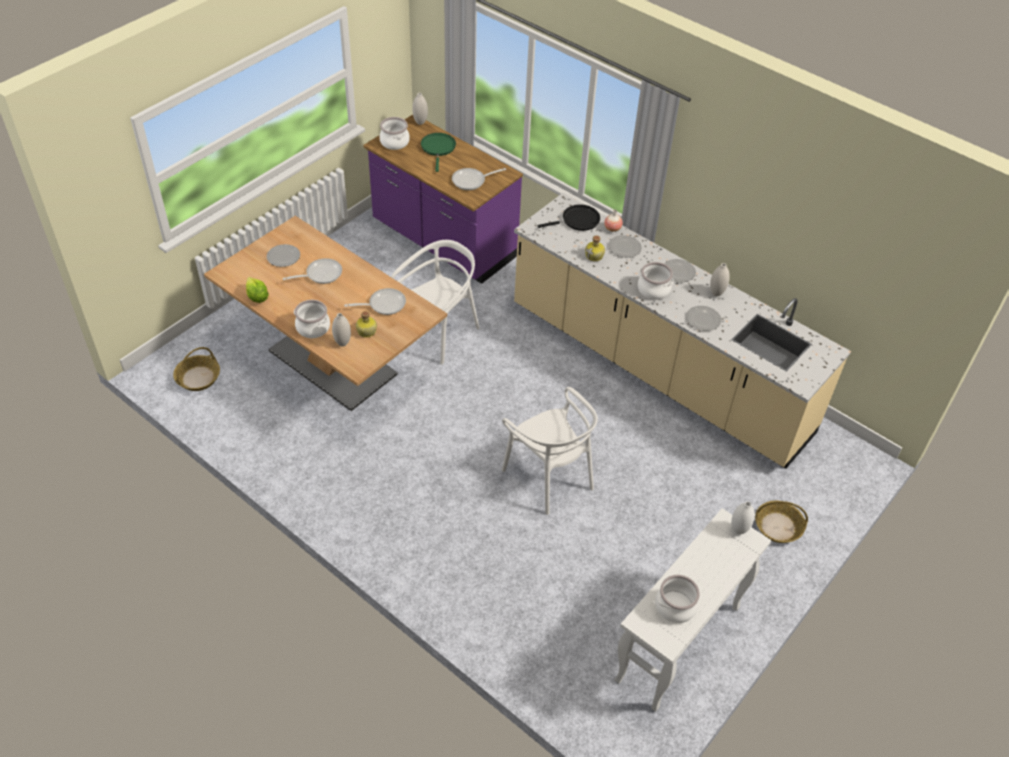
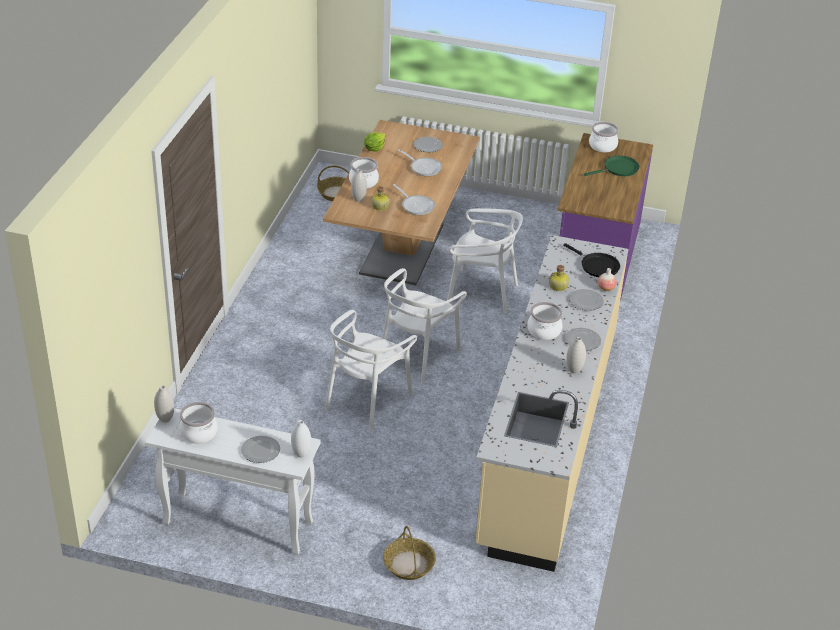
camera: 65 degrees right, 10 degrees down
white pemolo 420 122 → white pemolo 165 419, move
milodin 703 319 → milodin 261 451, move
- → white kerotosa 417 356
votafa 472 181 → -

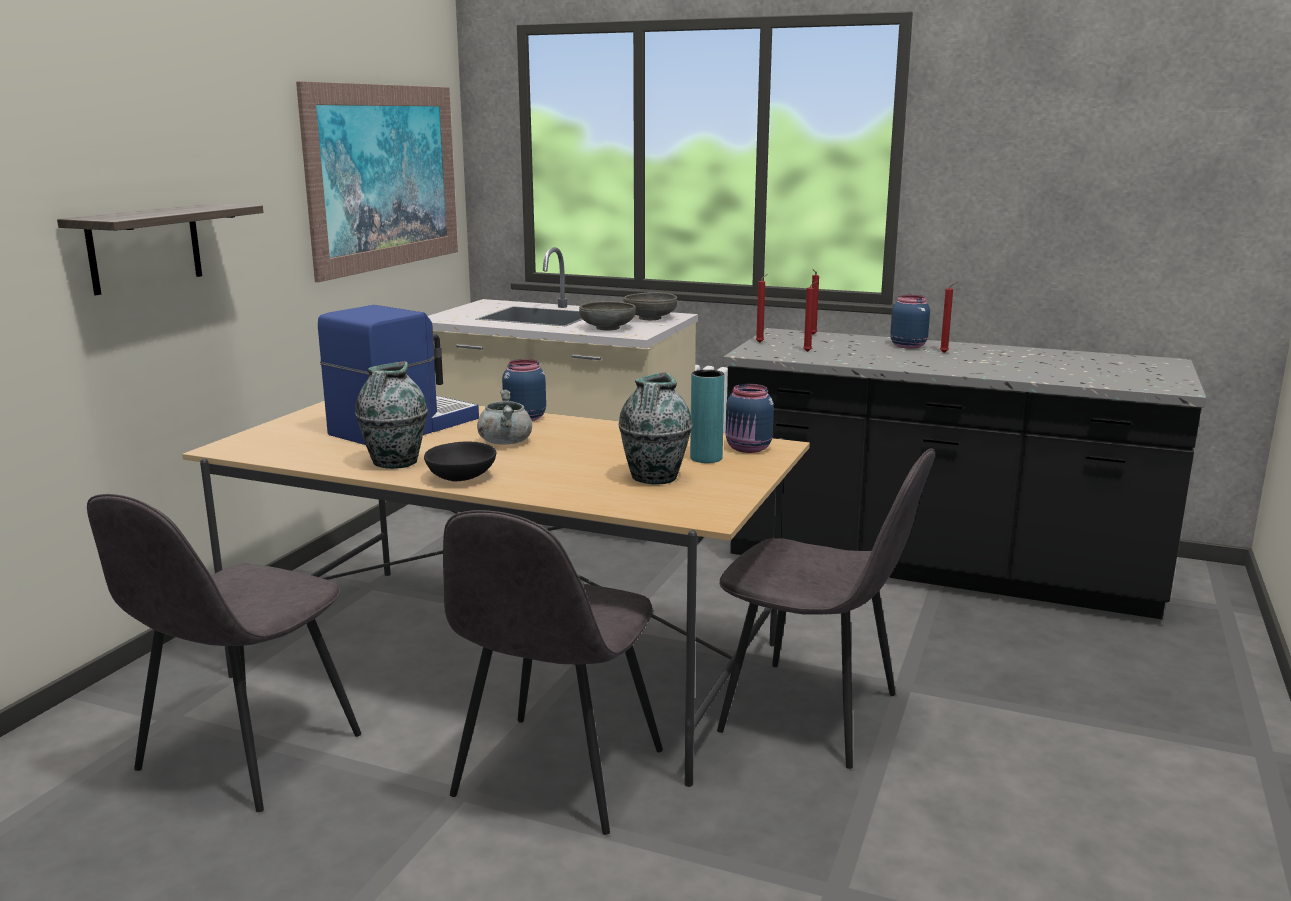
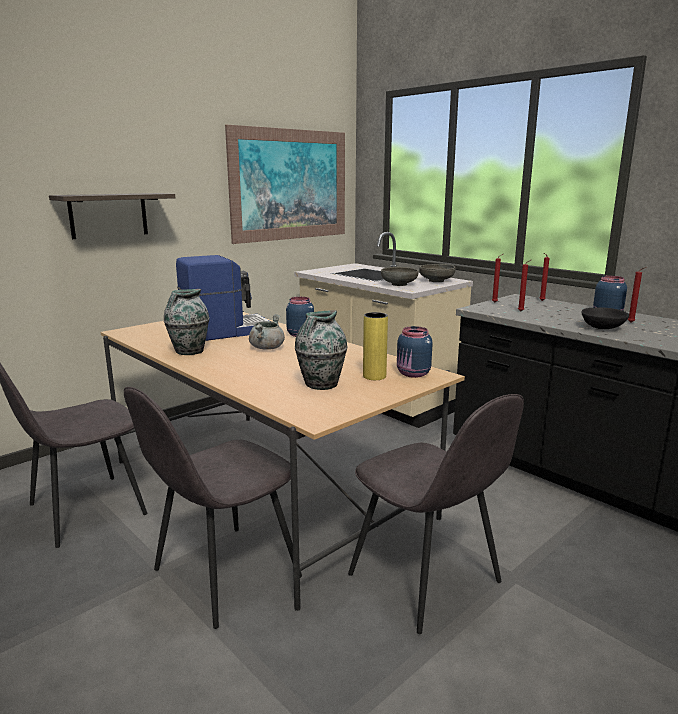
camera: 25 degrees right, 0 degrees up
turquoise pemolo 706 458 → yellow pemolo 374 376
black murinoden 462 478 → black murinoden 603 328, move

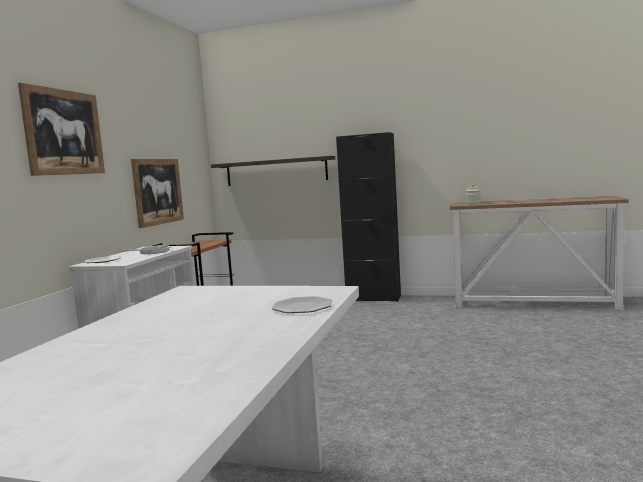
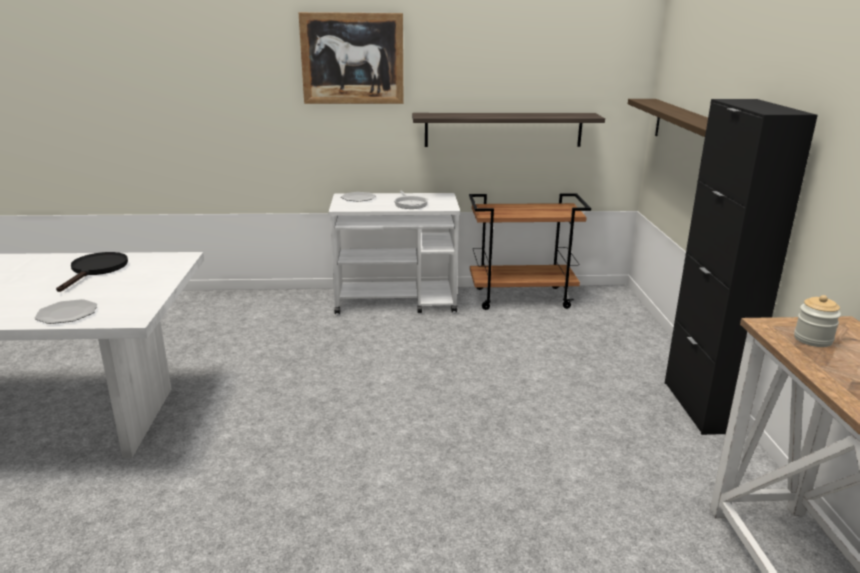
camera: 70 degrees right, 15 degrees up
- → black votafa 96 270
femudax 158 191 → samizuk 503 129

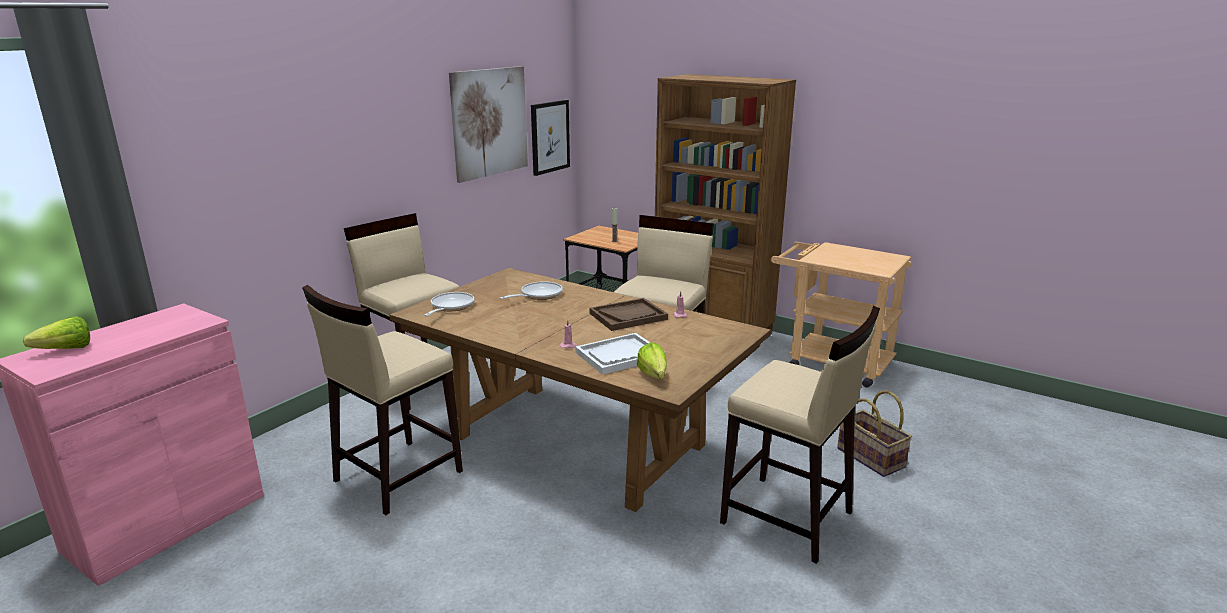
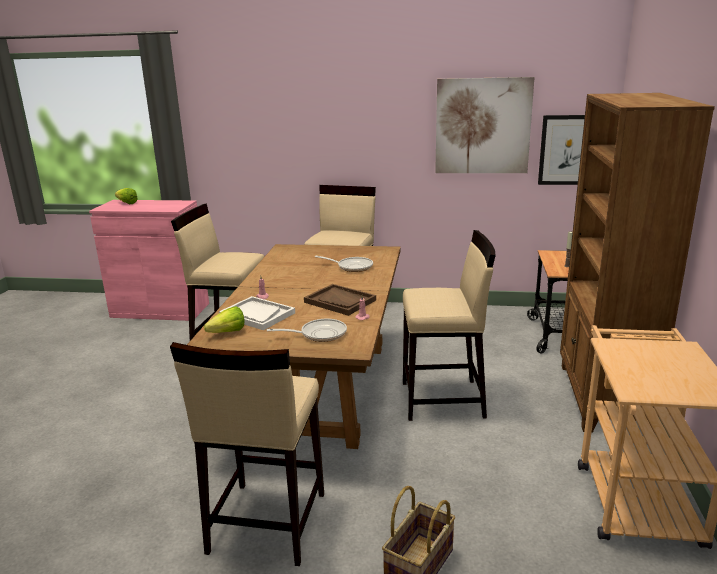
camera: 65 degrees right, 0 degrees up
votafa 450 307 → votafa 319 334, move

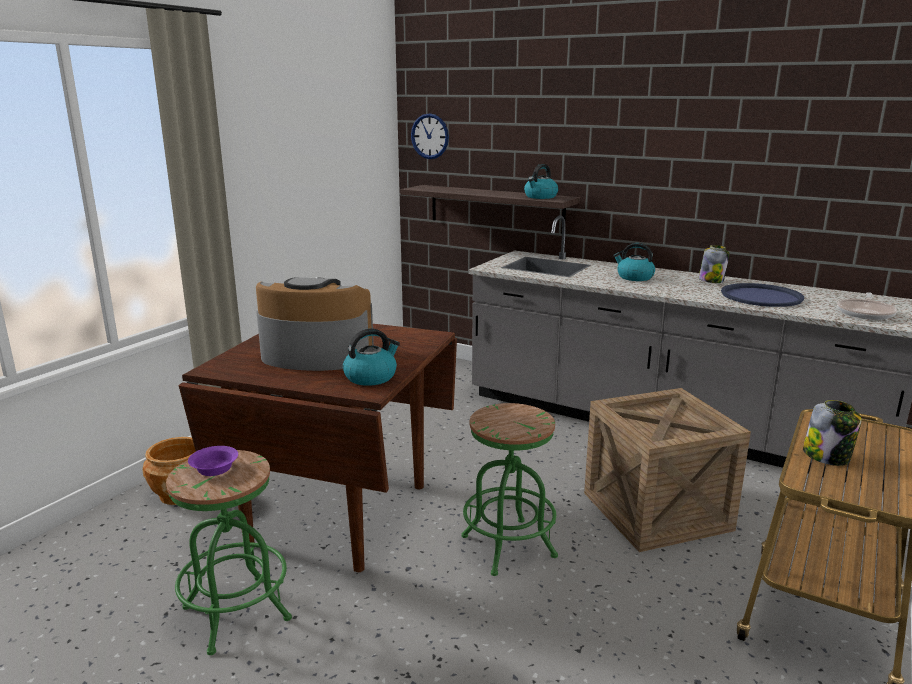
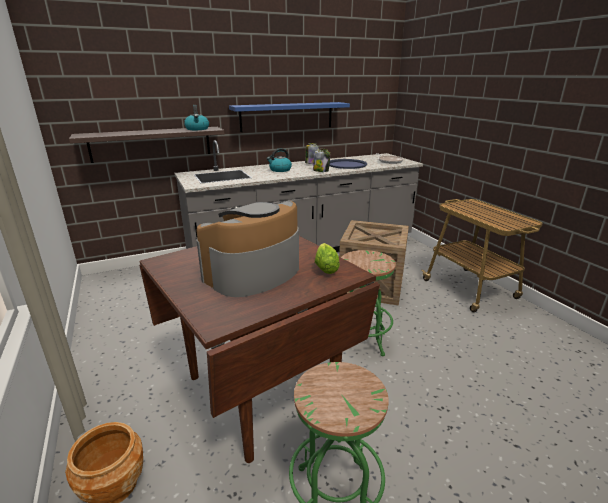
camera: 55 degrees left, 5 degrees up
- → blue samizuk 287 116
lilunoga 827 456 → lilunoga 321 170, move
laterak 371 377 → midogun 326 266
purple murinoden 214 469 → -
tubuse 430 136 → -

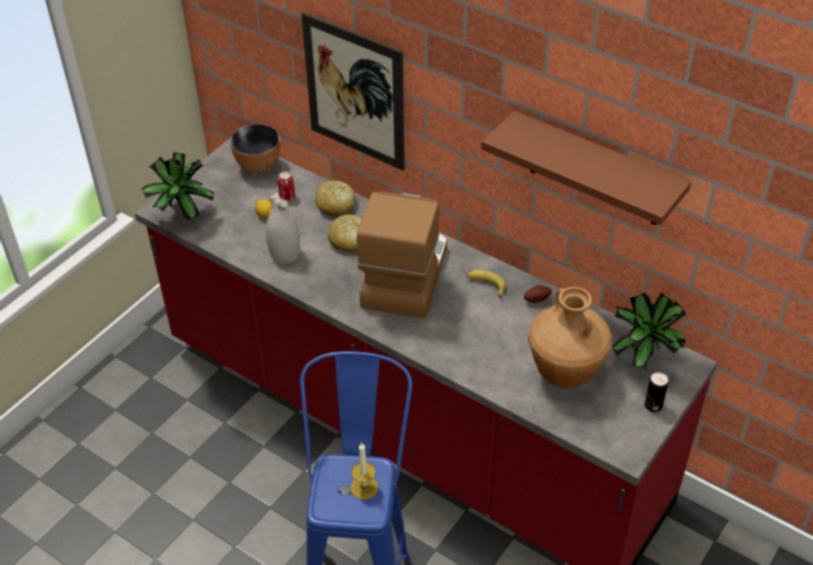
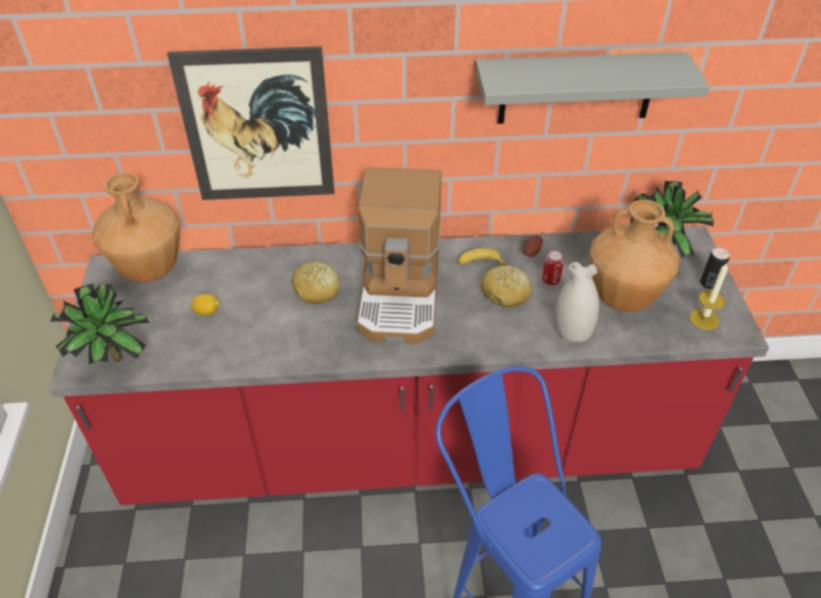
camera: 40 degrees left, 0 degrees up
murinoden 258 166 → brown pemolo 150 270
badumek 403 275 → badumek 401 294, 150 degrees counterclockwise
brown samizuk 595 171 → grey samizuk 576 88
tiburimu 335 205 → tiburimu 505 293, move
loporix 287 196 → loporix 550 280, move
white pemolo 285 254 → white pemolo 572 330, move
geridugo 364 487 → geridugo 704 319, move

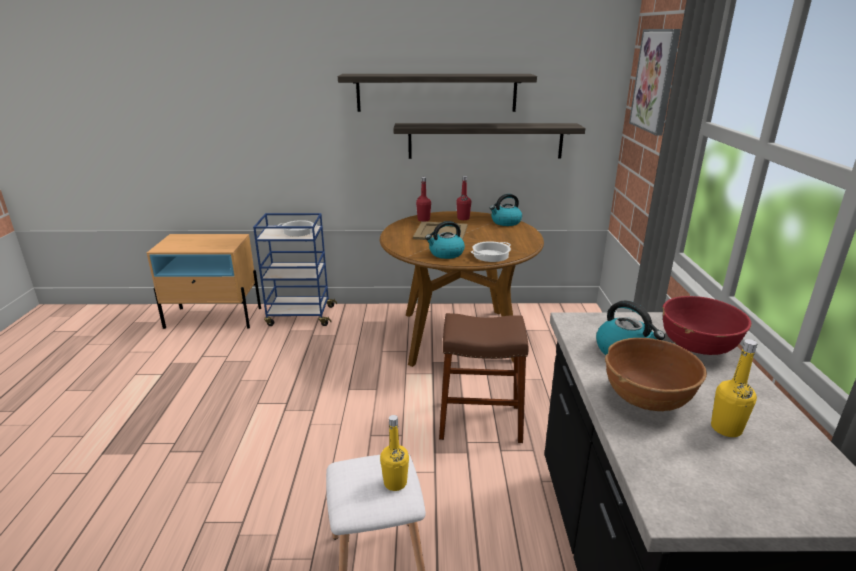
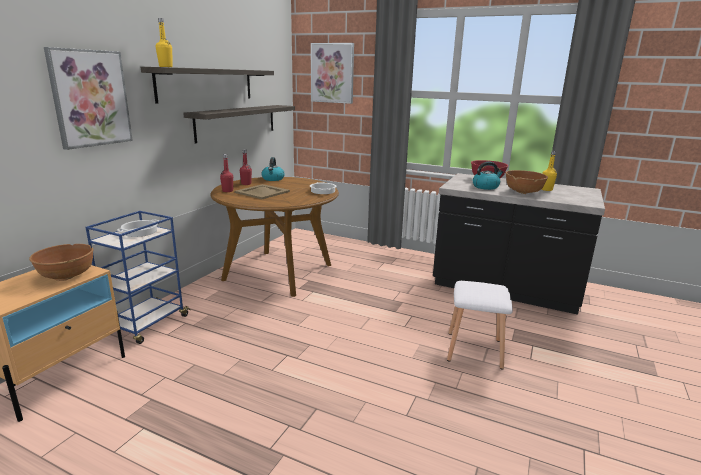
camera: 65 degrees left, 5 degrees down
- → brown murinoden 67 275
- → femudax 90 98
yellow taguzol 395 483 → yellow taguzol 166 67, move
laterak 446 254 → -
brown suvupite 480 422 → -

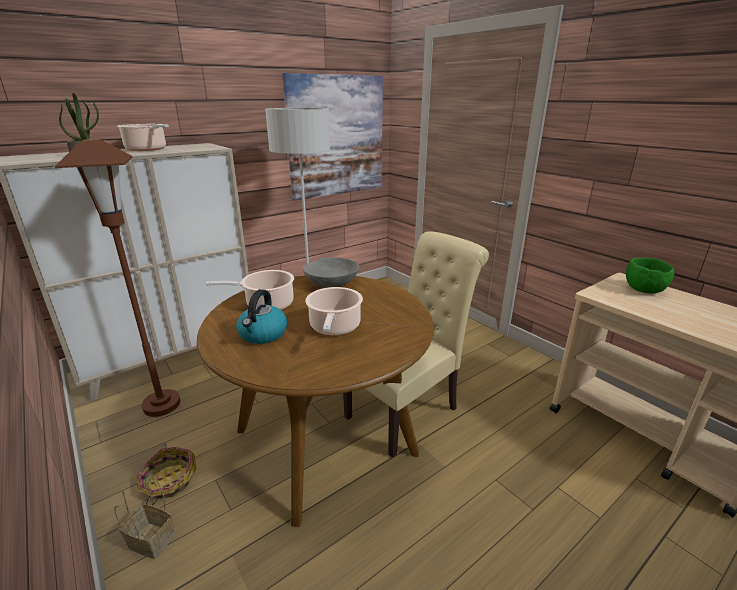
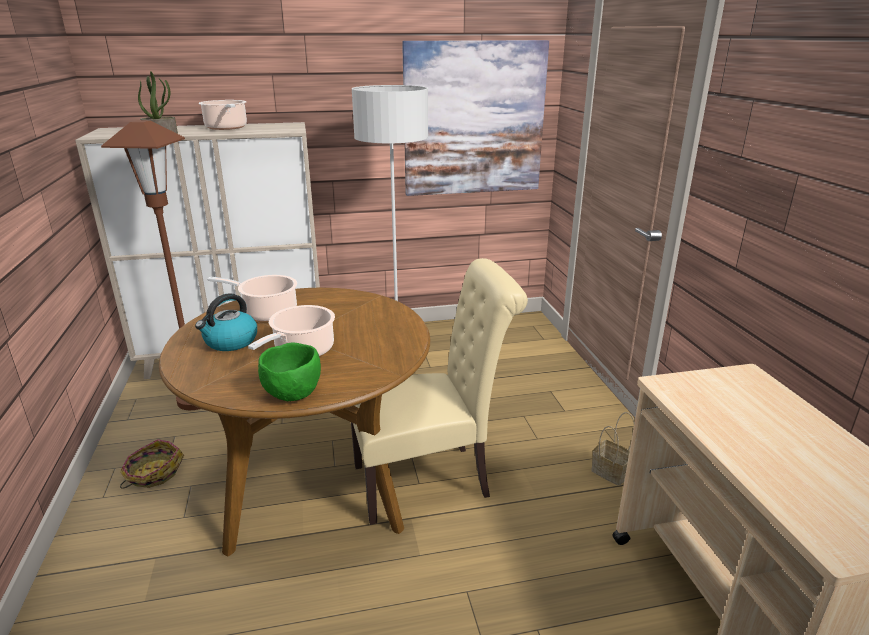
camera: 25 degrees right, 0 degrees up
green murinoden 642 290 → green murinoden 292 392, move
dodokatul 153 540 → dodokatul 612 472, move
grey murinoden 332 283 → -

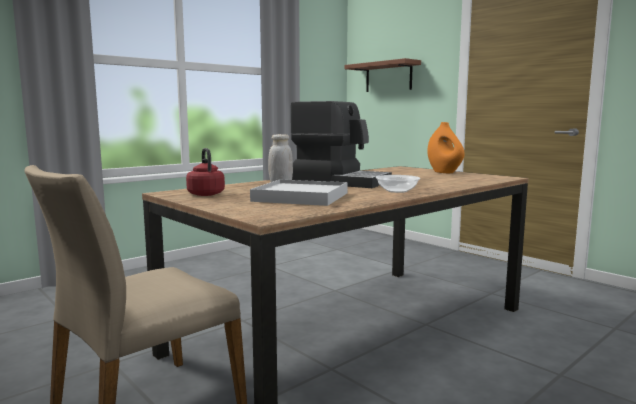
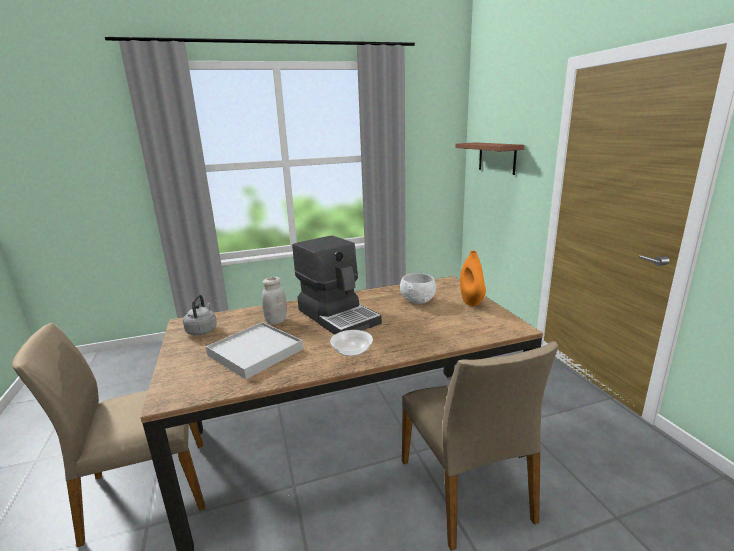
camera: 25 degrees right, 10 degrees up
red laterak 205 194 → grey laterak 202 330
- → white murinoden 418 301
- → beige kerotosa 467 490

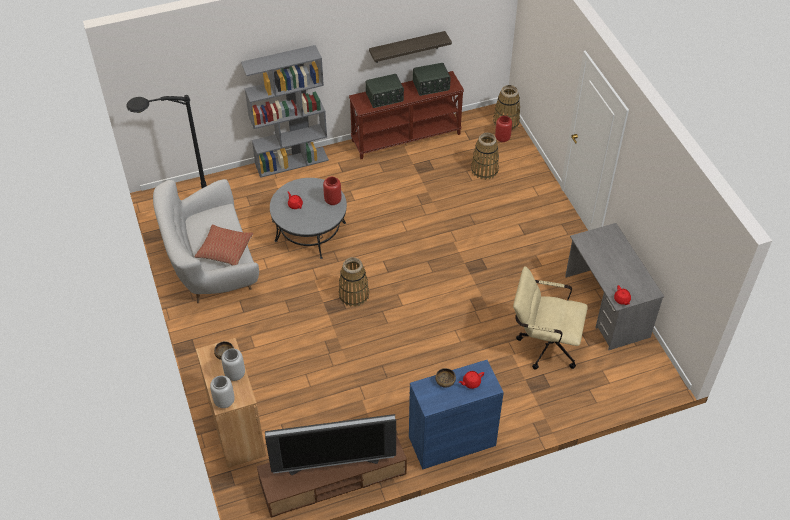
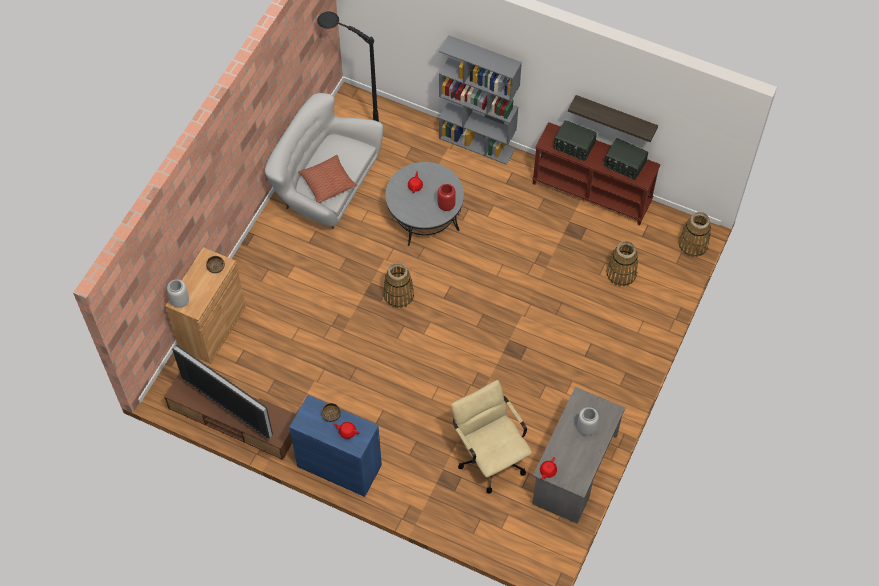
camera: 45 degrees right, 10 degrees up
grey pemolo 235 374 → grey pemolo 586 427, move
red pemolo 502 138 → -

